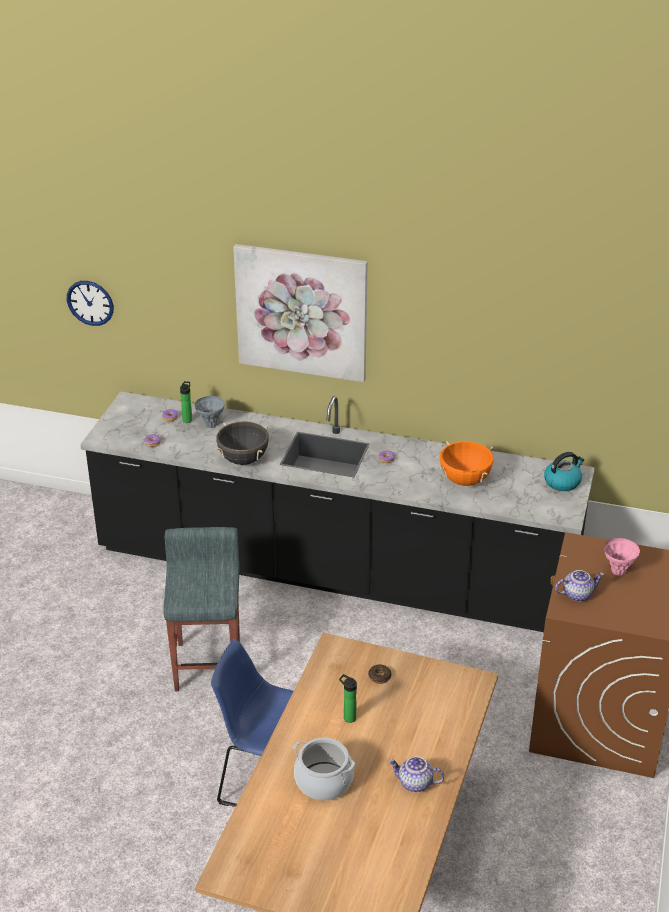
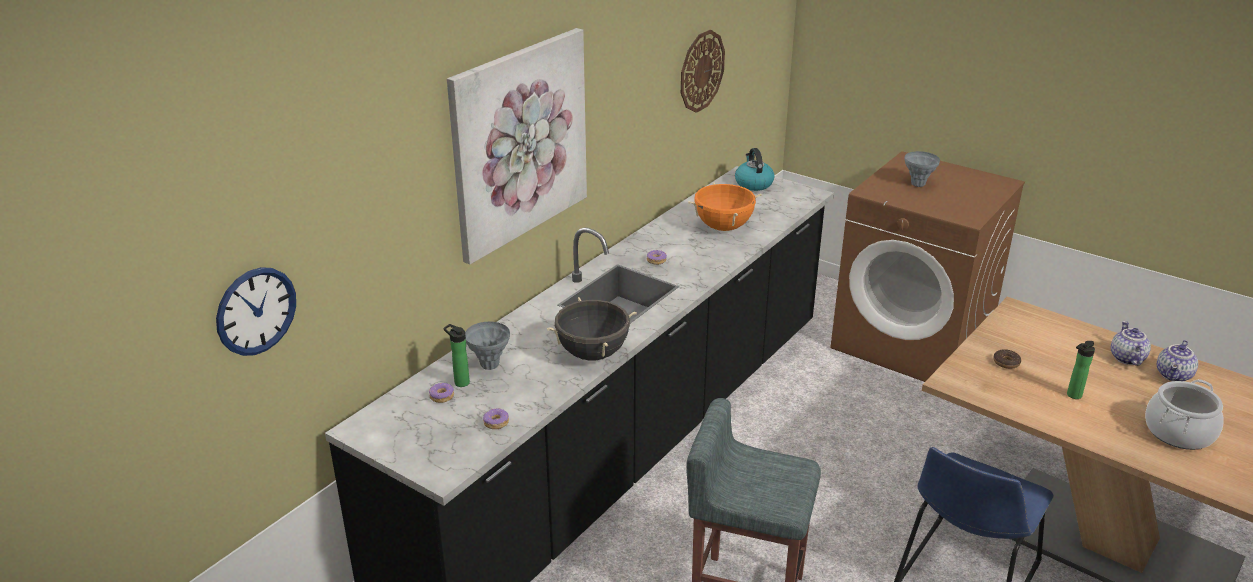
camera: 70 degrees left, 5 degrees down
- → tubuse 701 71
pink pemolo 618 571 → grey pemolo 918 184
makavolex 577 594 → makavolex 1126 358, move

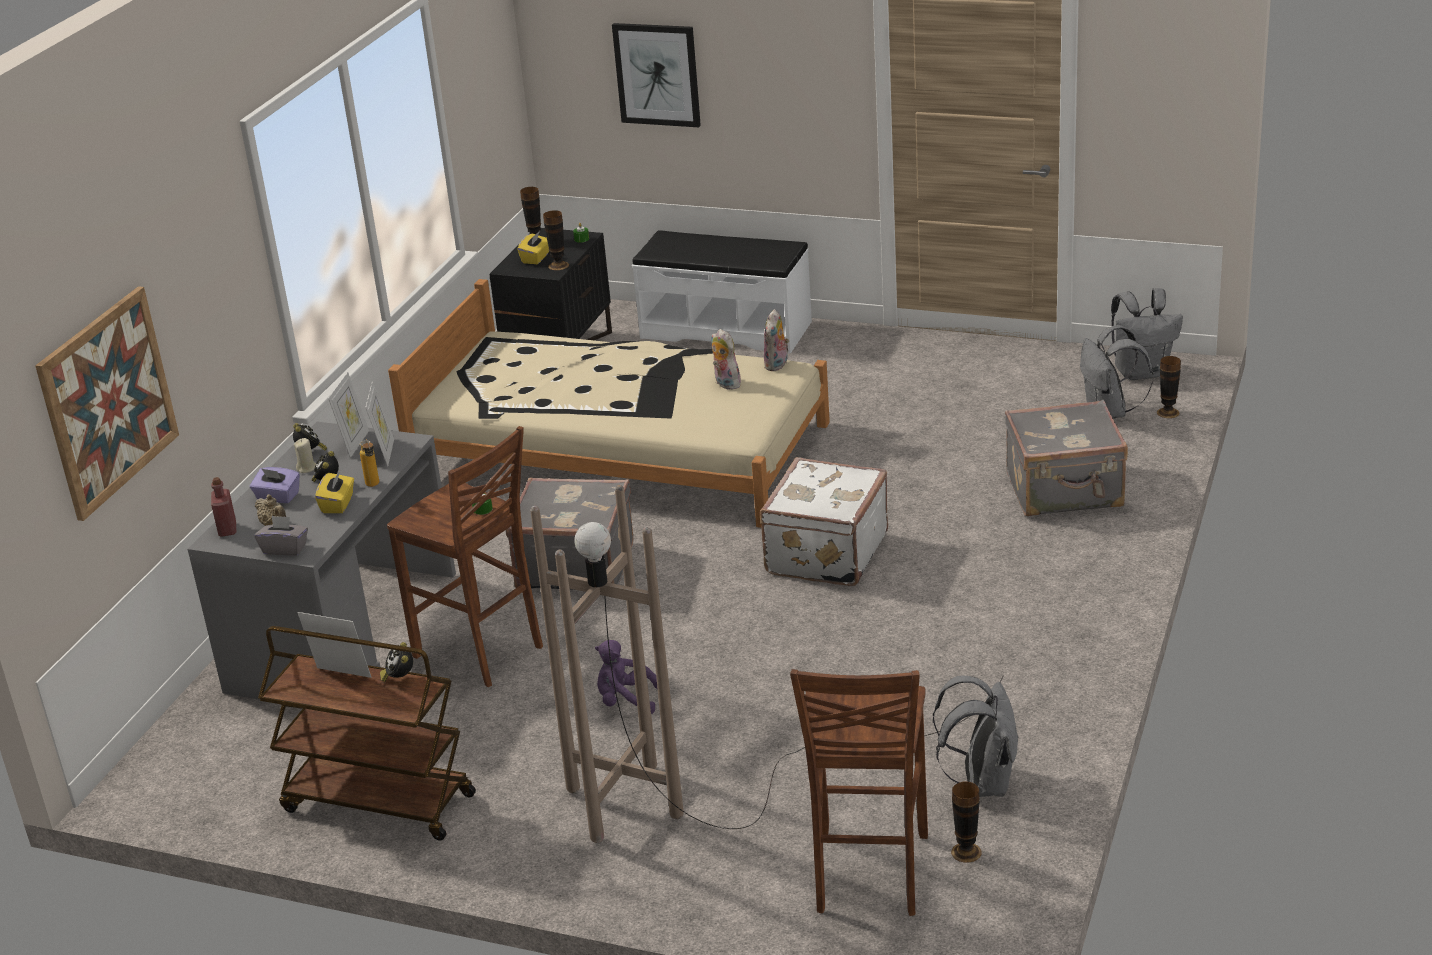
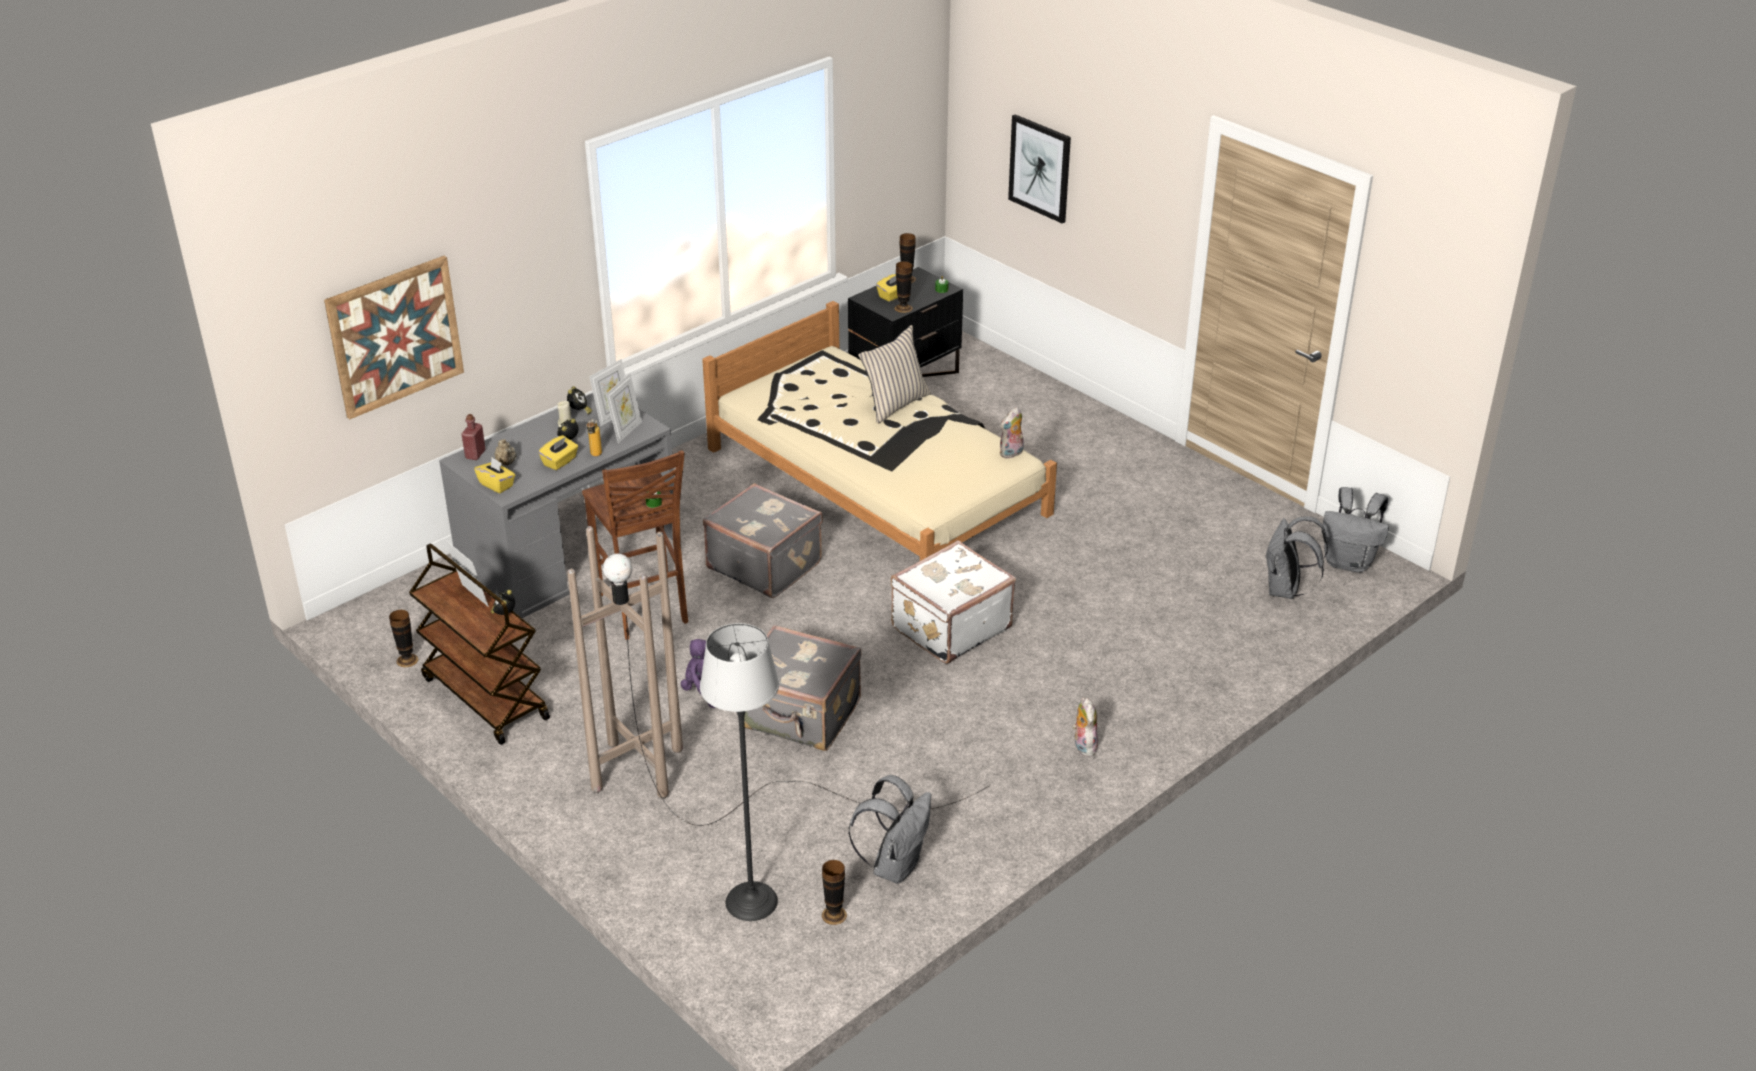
camera: 25 degrees right, 5 degrees up
pemolo 1168 412 → pemolo 407 660, move
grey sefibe 285 549 → yellow sefibe 497 485
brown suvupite 868 875 → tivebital 751 901
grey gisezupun 1065 491 → grey gisezupun 800 716, move
- → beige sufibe 894 404
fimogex 725 383 → fimogex 1083 746, move
purple sefibe 277 497 → -
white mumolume 726 329 → -

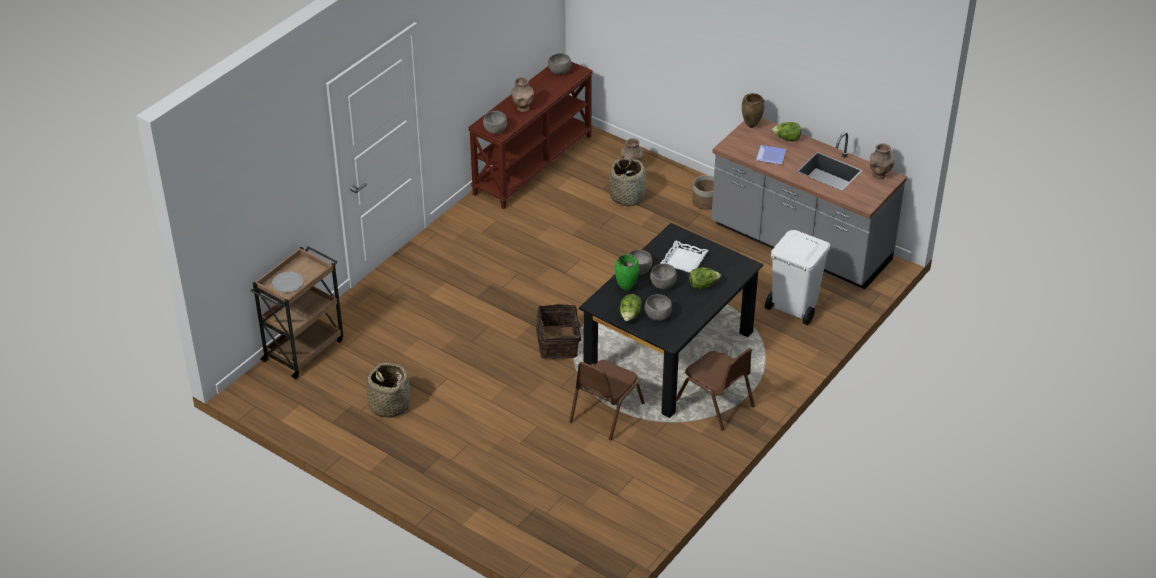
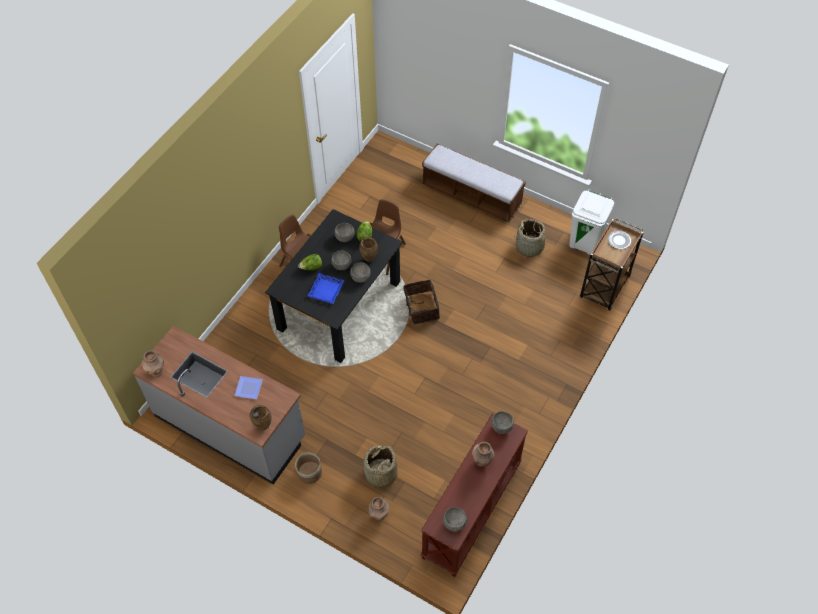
camera: 175 degrees right, 15 degrees up
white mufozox 683 260 → blue mufozox 326 290
green pemolo 626 289 → brown pemolo 369 259
- → mumolume 471 195
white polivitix 793 308 → white polivitix 585 243, move
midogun 786 139 → -

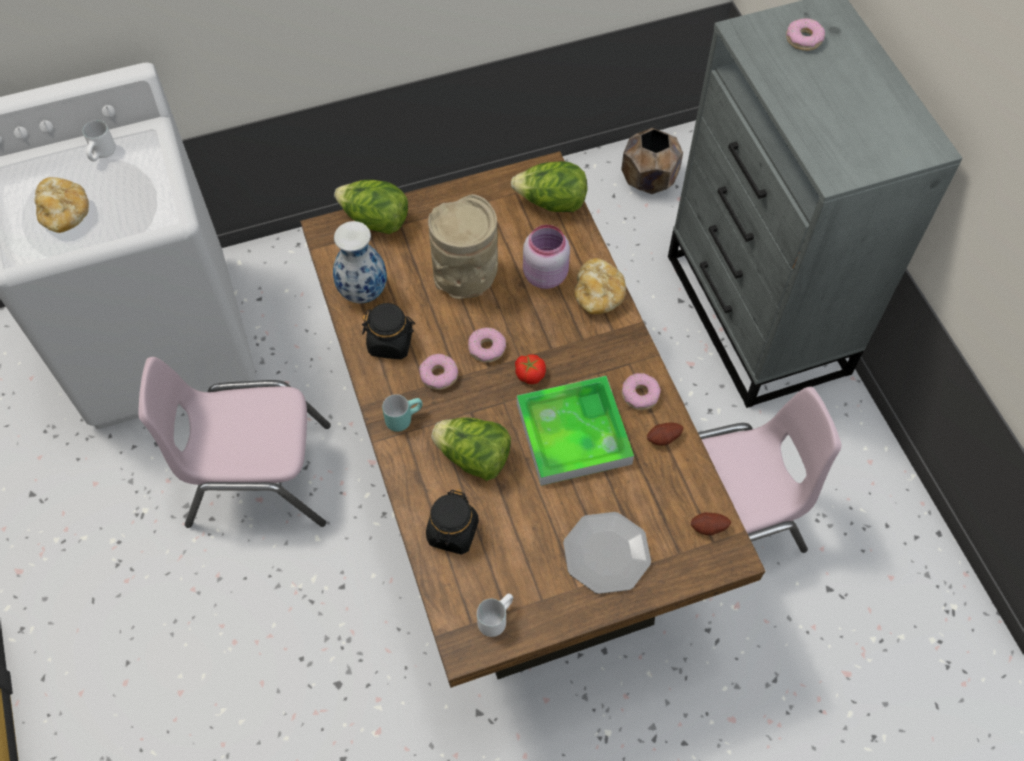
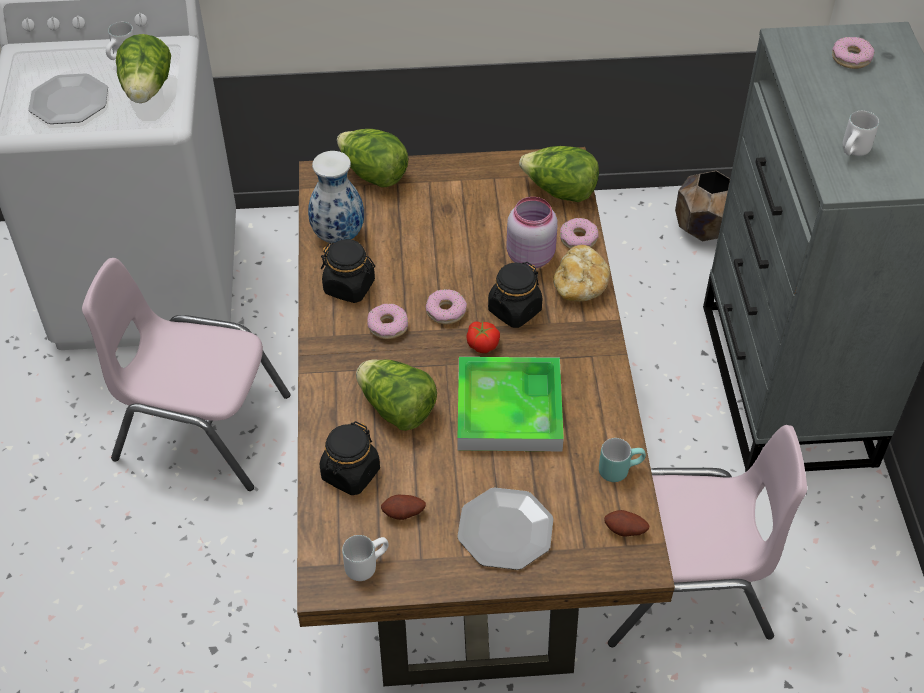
camera: 15 degrees right, 10 degrees down
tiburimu 66 215 → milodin 69 101
- → midogun 147 90
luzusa 664 439 → luzusa 403 514, move
- → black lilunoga 514 310
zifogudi 640 395 → zifogudi 578 239, move
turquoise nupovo 403 417 → turquoise nupovo 619 468, move
- → white nupovo 854 152
beige pemolo 465 278 → -

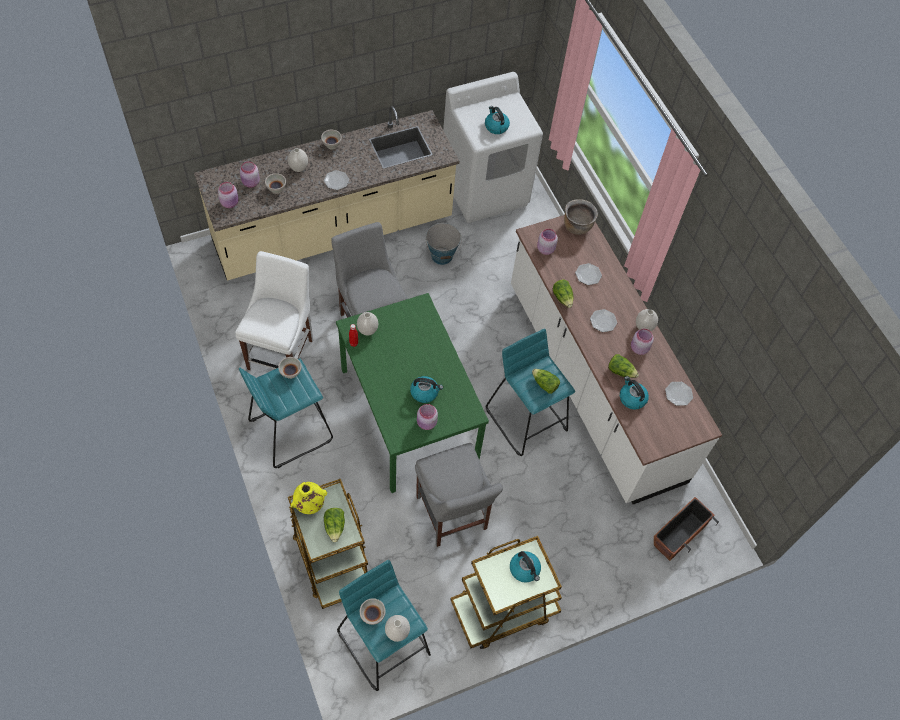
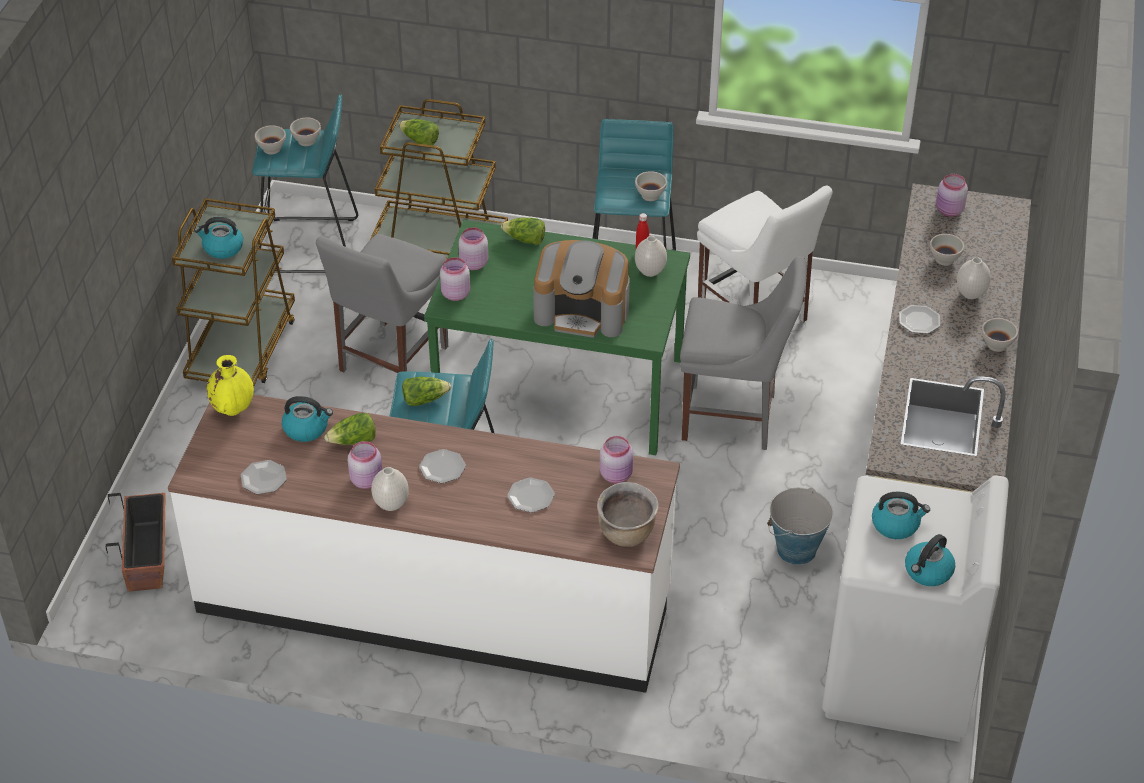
camera: 130 degrees right, 15 degrees down
yellow pemolo 309 505 → yellow pemolo 233 409, move
white pemolo 397 632 → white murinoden 271 149
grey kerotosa 452 516 → grey kerotosa 390 362, 75 degrees counterclockwise
pink lilunoga 251 183 → pink lilunoga 455 293, move
midogun 563 298 → midogun 525 239, move
- → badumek 583 311
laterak 425 392 → laterak 928 572, move

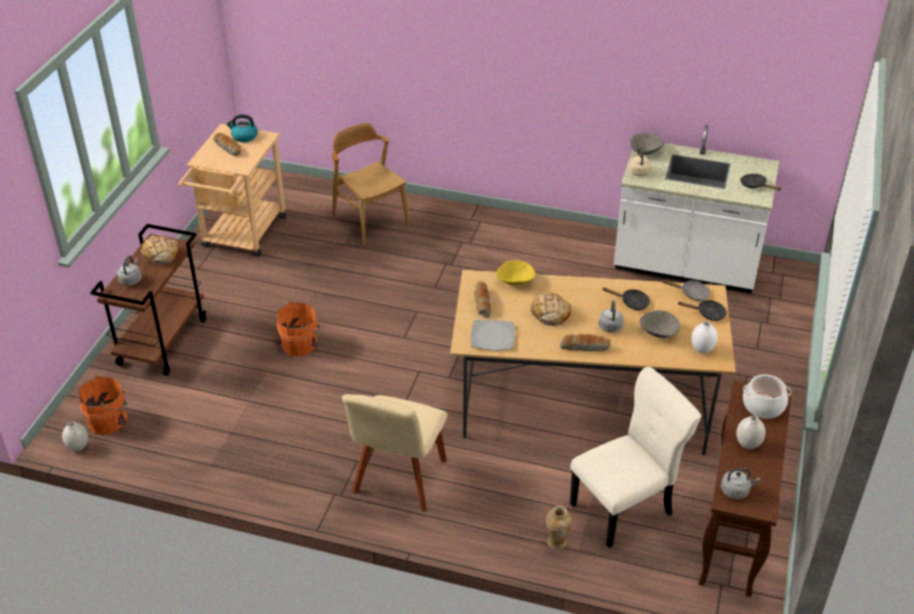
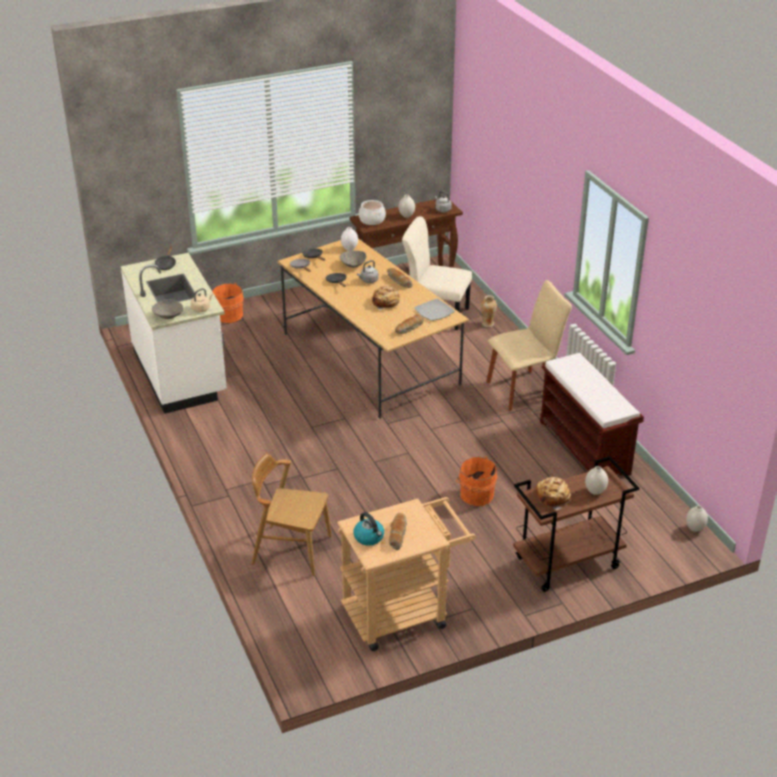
camera: 130 degrees left, 5 degrees down
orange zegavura 109 420 → orange zegavura 228 315, move
brown kerotosa 370 220 → brown kerotosa 291 550, 90 degrees clockwise
- → brown mumolume 585 448
grey laterak 131 280 → white pemolo 595 492
yellow murinoden 515 282 → -

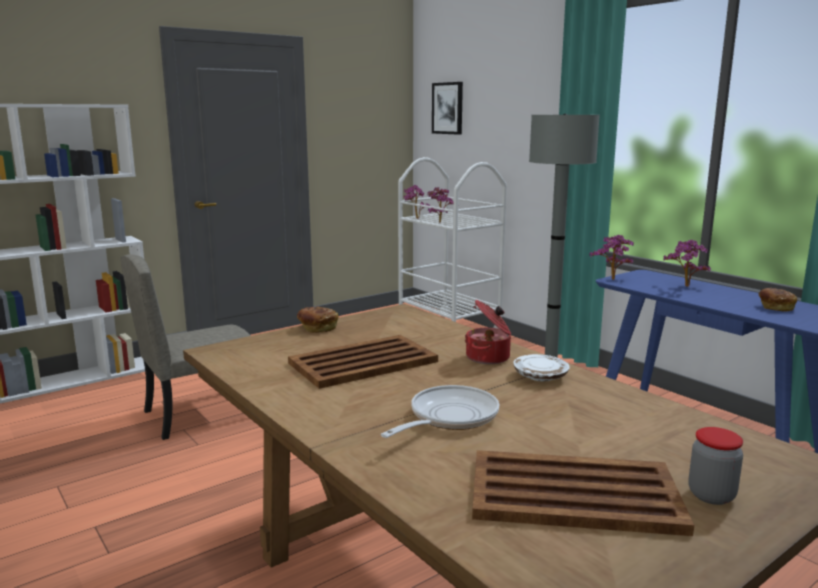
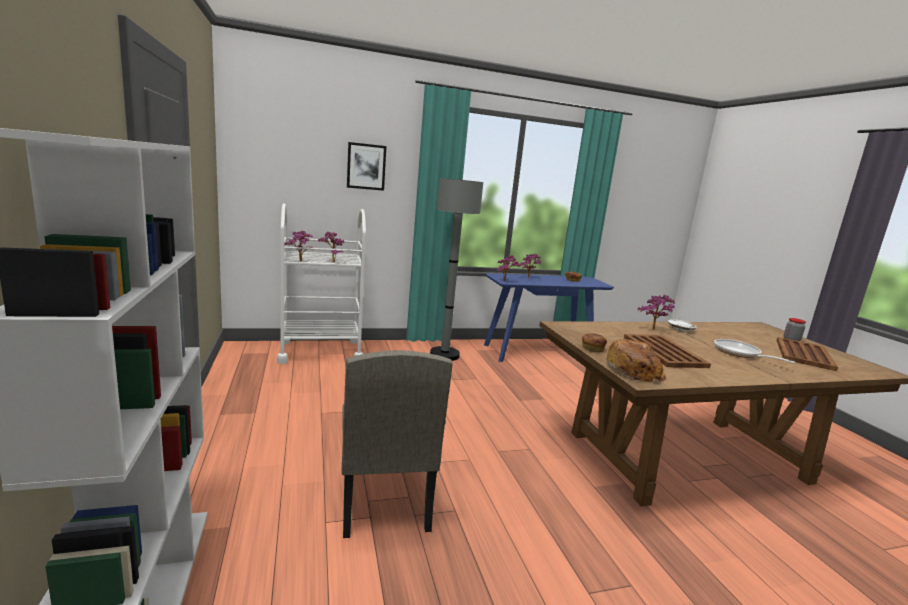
camera: 70 degrees left, 0 degrees up
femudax 448 108 → femudax 366 166, move
- → tiburimu 635 370
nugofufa 489 357 → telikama 654 330

